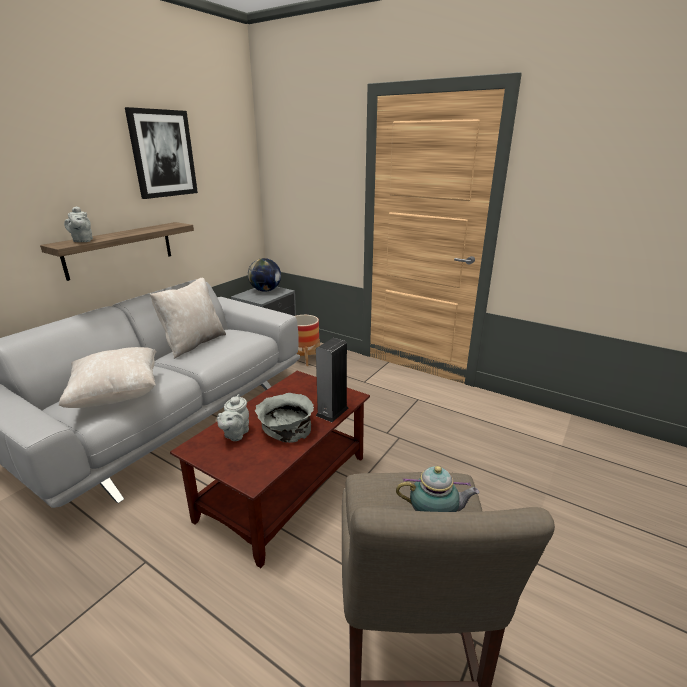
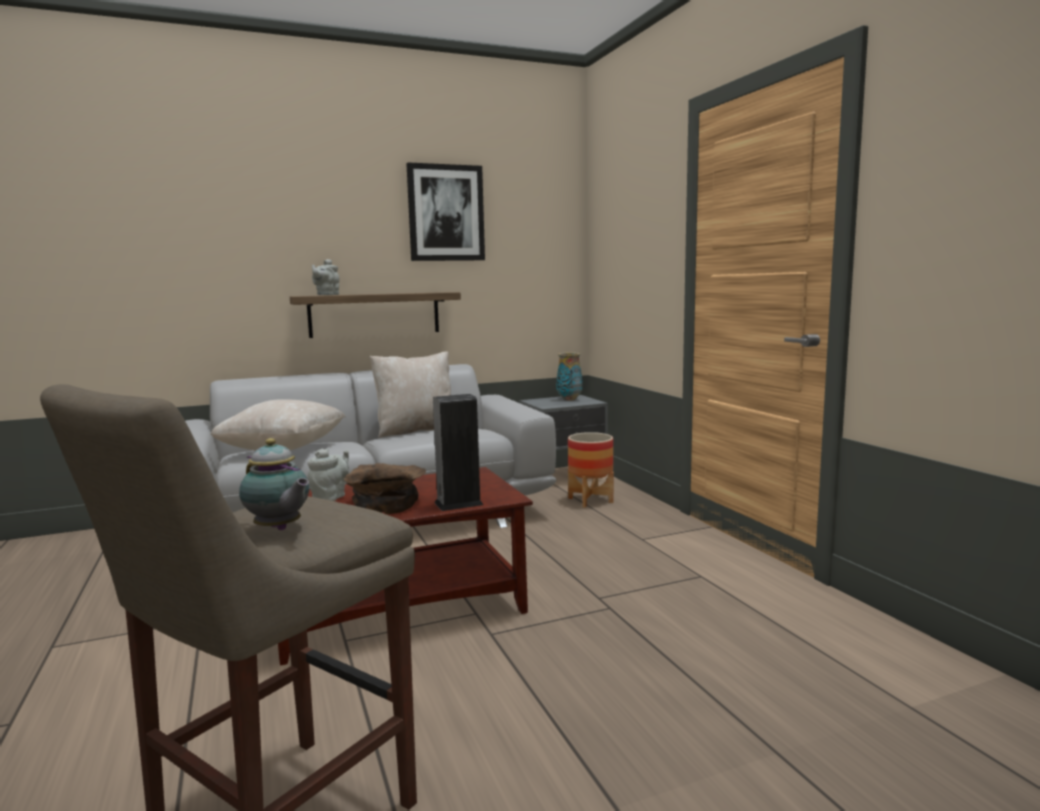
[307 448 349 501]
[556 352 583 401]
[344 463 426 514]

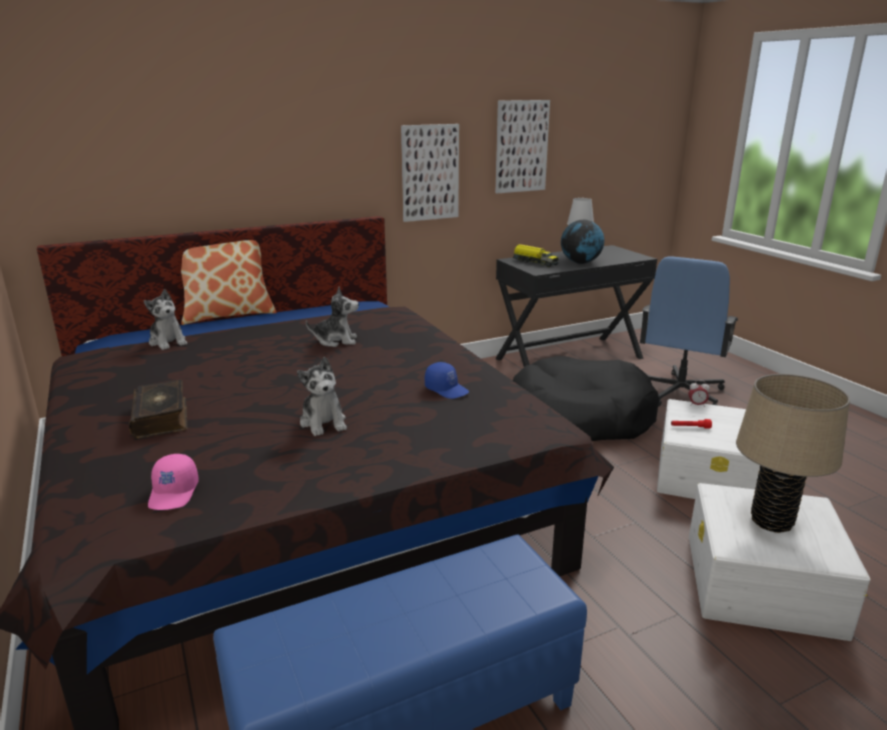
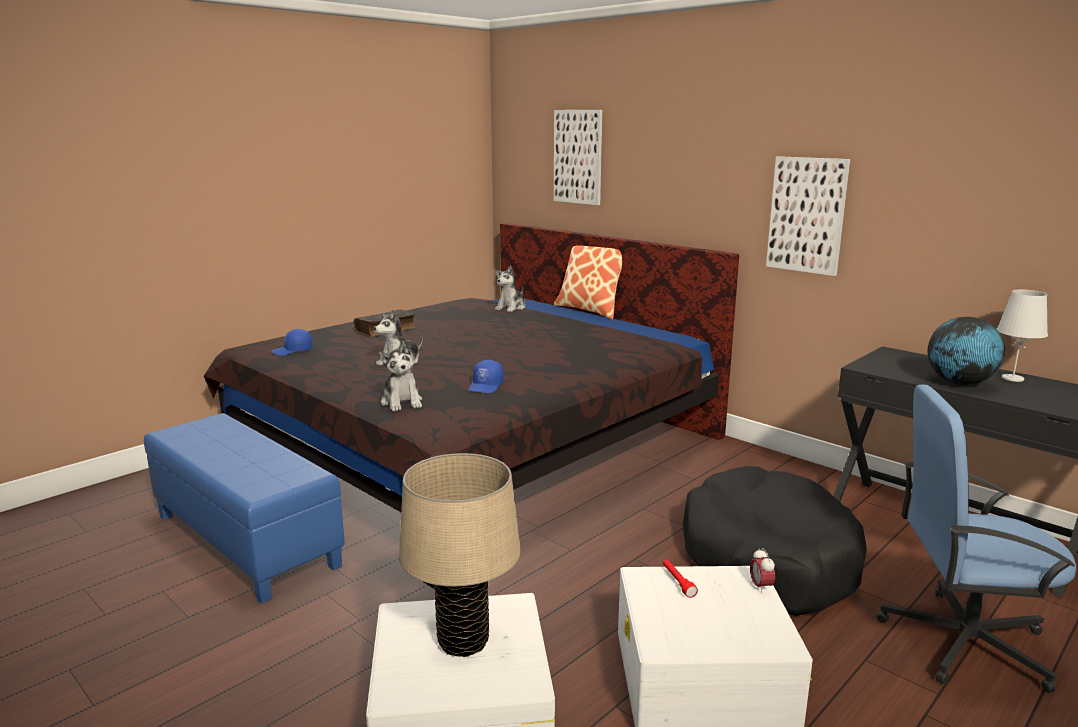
[271 329 312 356]
[379 341 422 411]
[554 110 602 205]
[512 244 559 267] (first image)

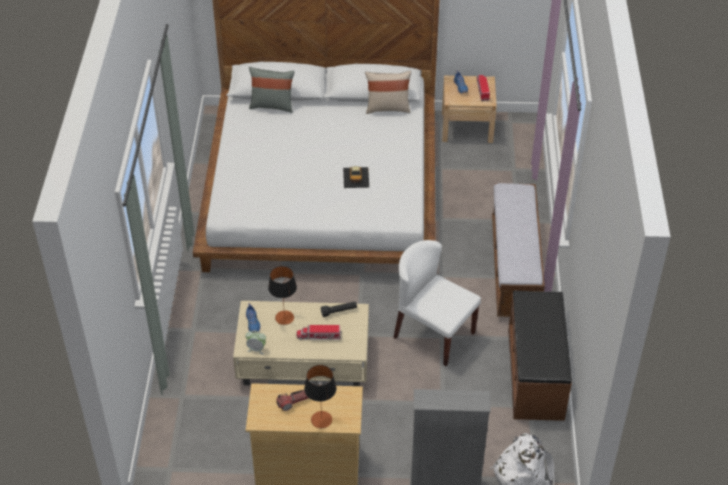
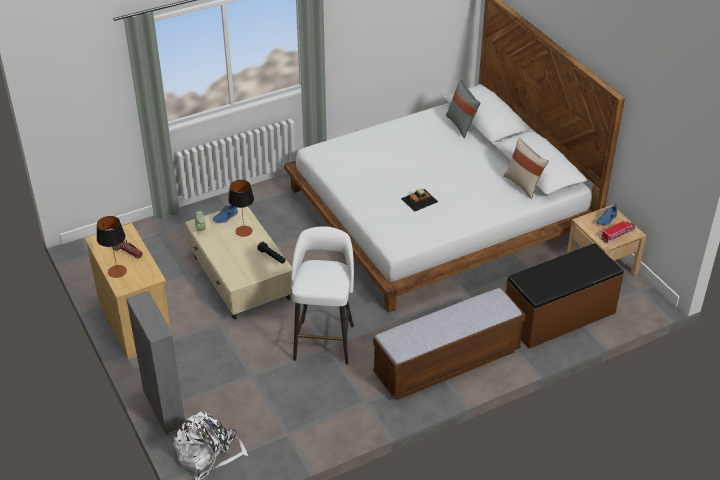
[297 325 342 340] (first image)
[291 226 354 365]
[506 243 624 349]

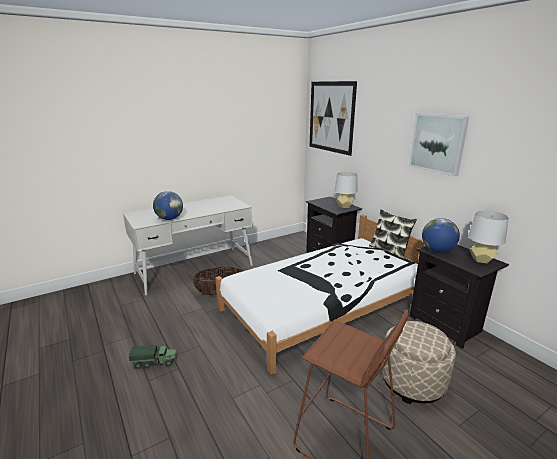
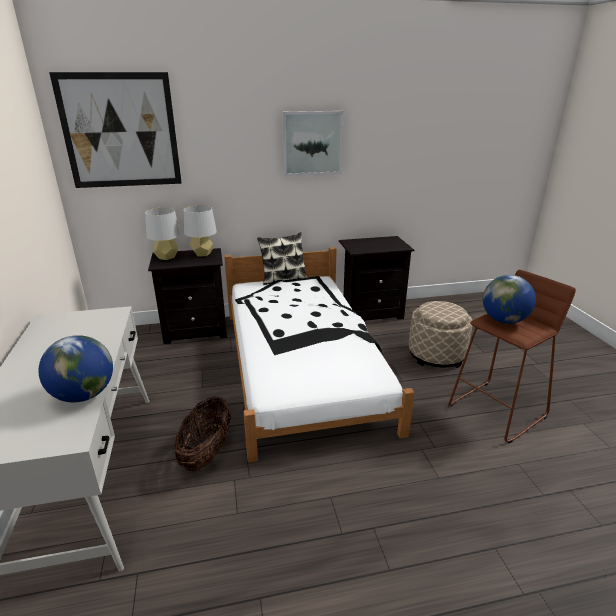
[129 345 178 369] (first image)
[483 275 536 324]
[145 208 180 260]

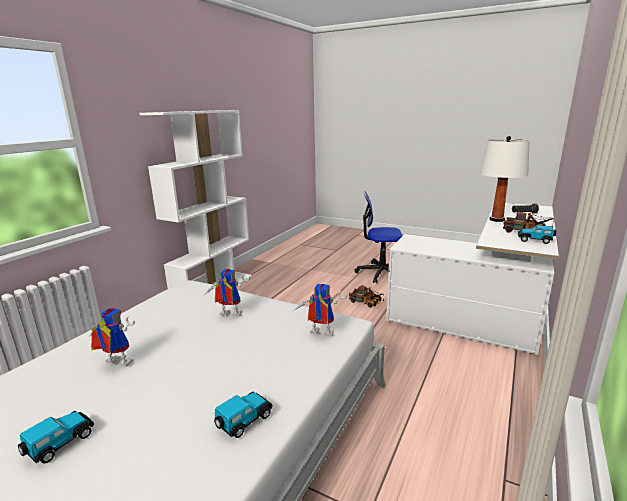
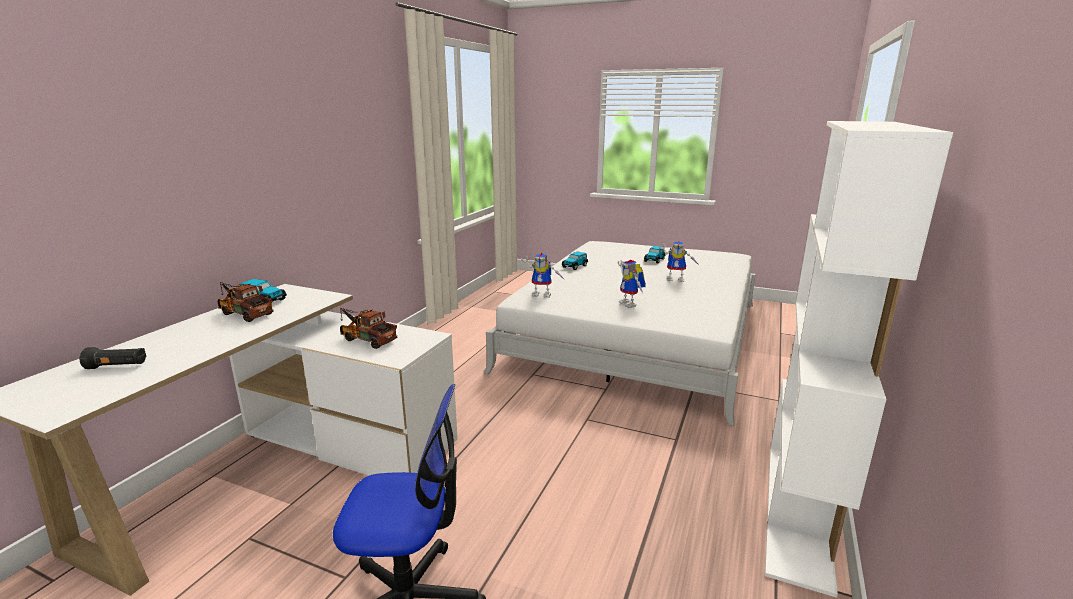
[618 260 646 308]
[340 308 397 349]
[480 136 530 222] (first image)

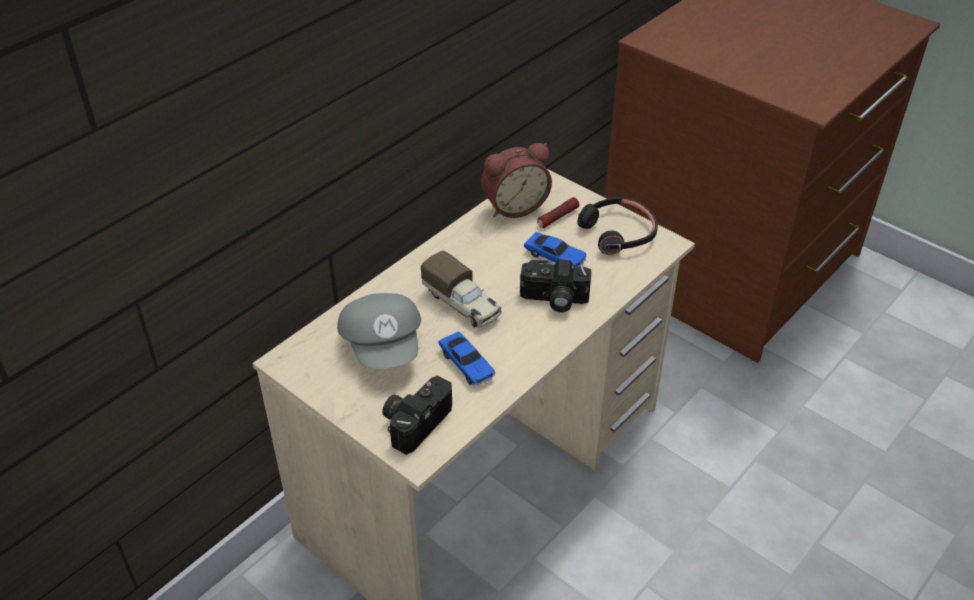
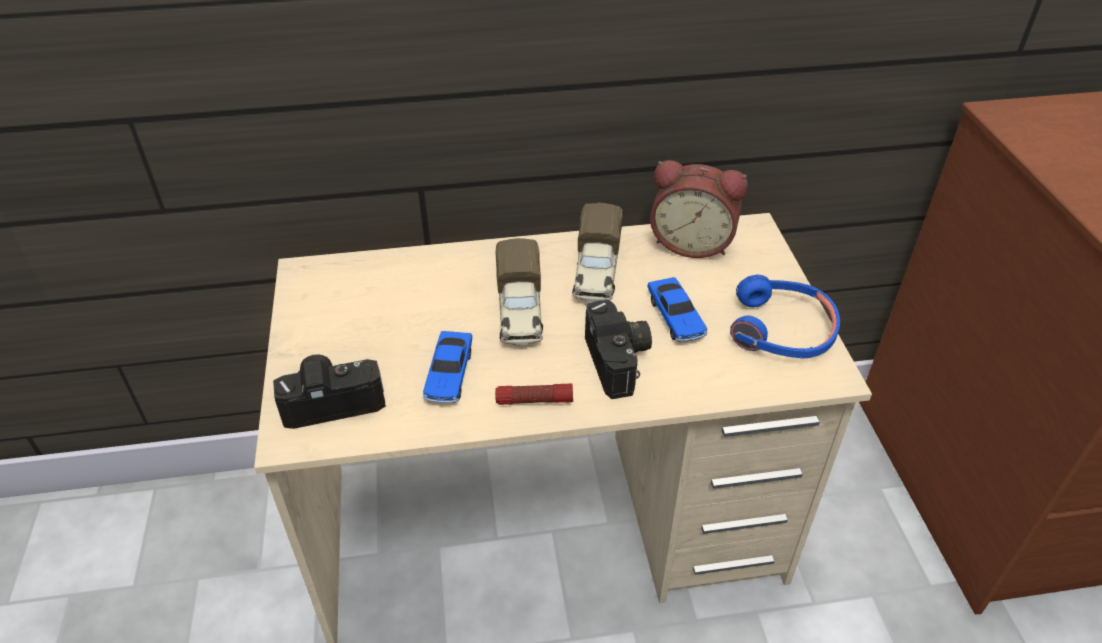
[337 293 421 369] (first image)
[585 300 652 399]
[495 383 573 405]
[730 275 840 358]
[572 203 623 302]

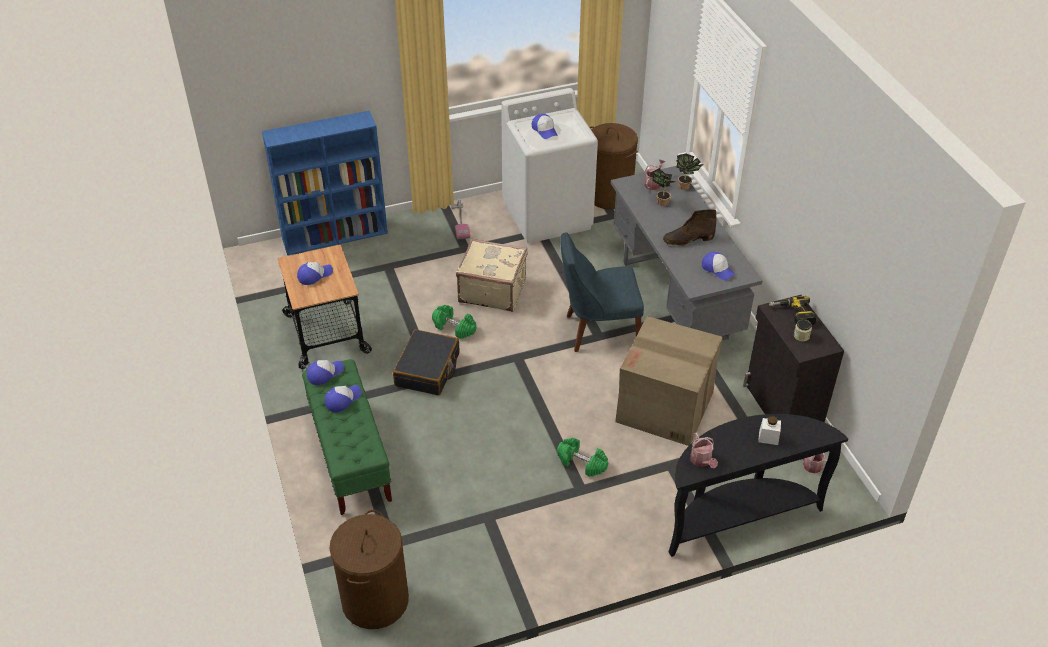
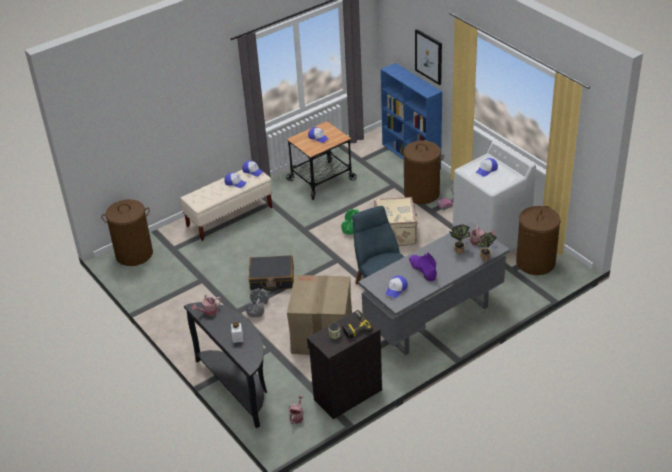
[180 170 272 241]
[249 255 294 291]
[245 288 269 318]
[409 253 437 281]
[400 140 445 204]
[415 29 442 85]

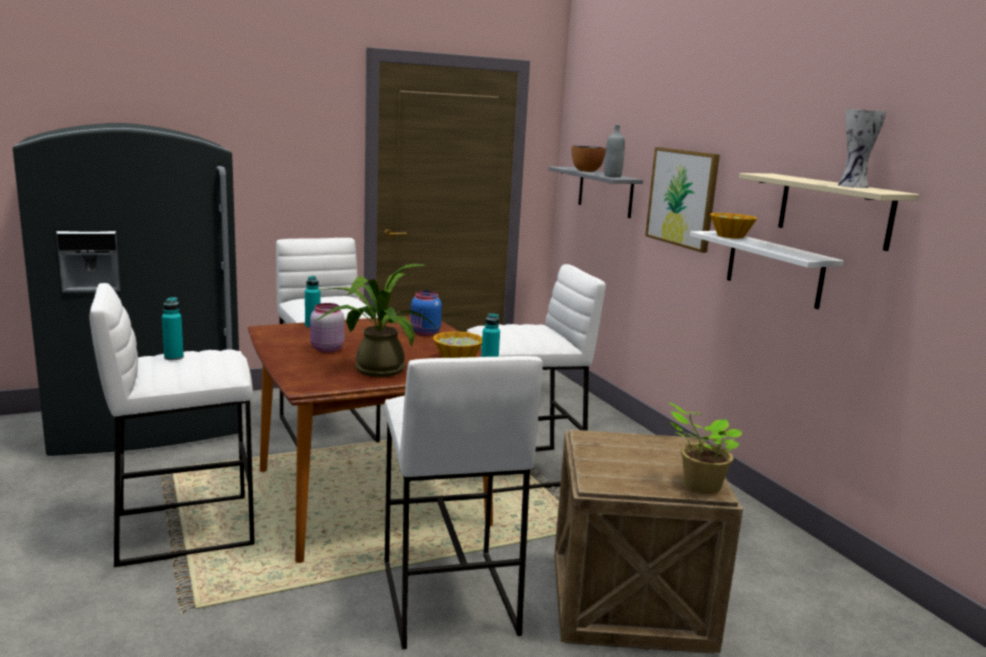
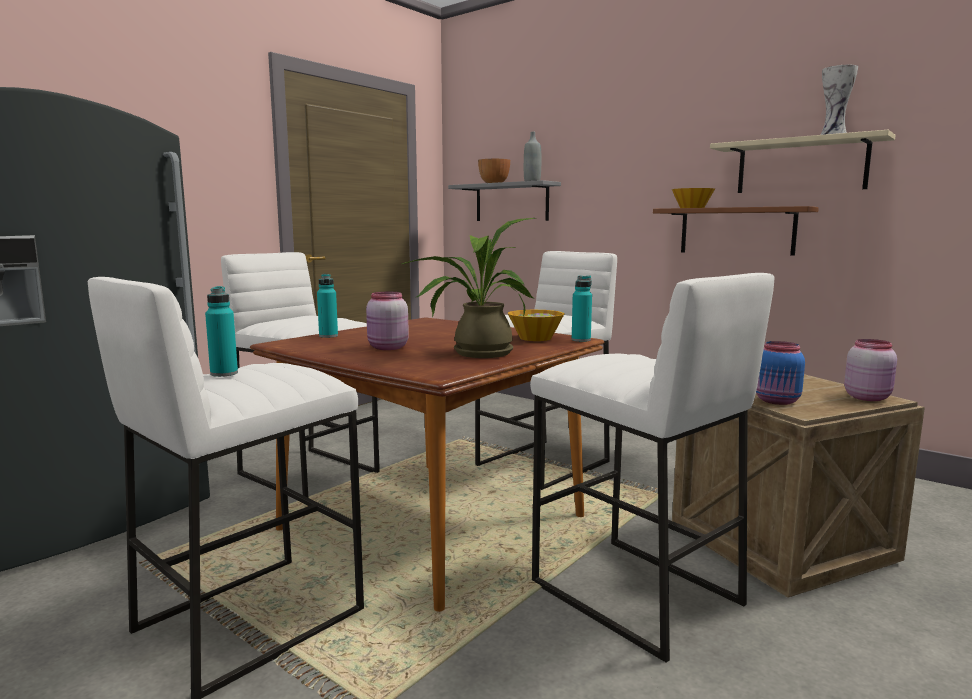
[756 341 805 405]
[645 147 720 253] (first image)
[844 339 897 401]
[653 206 819 256]

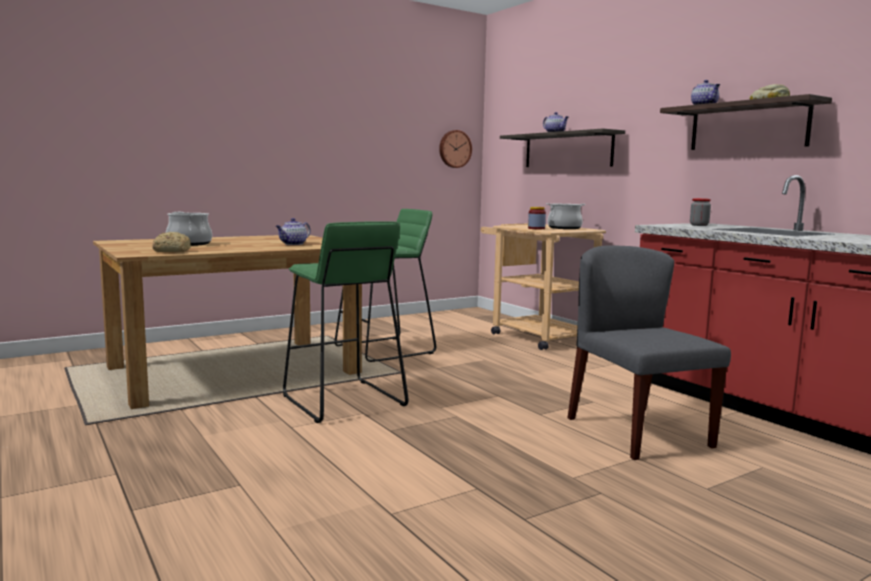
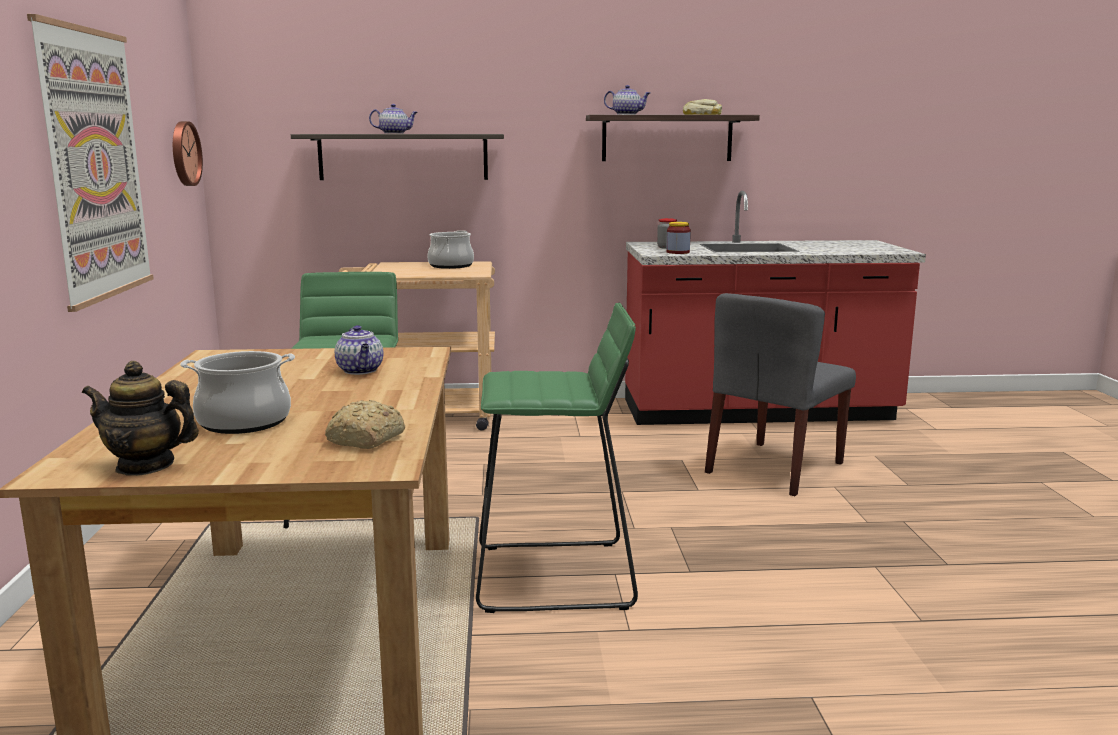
[666 222 691 254]
[705 293 856 496]
[27 14 154 312]
[82 361 199 476]

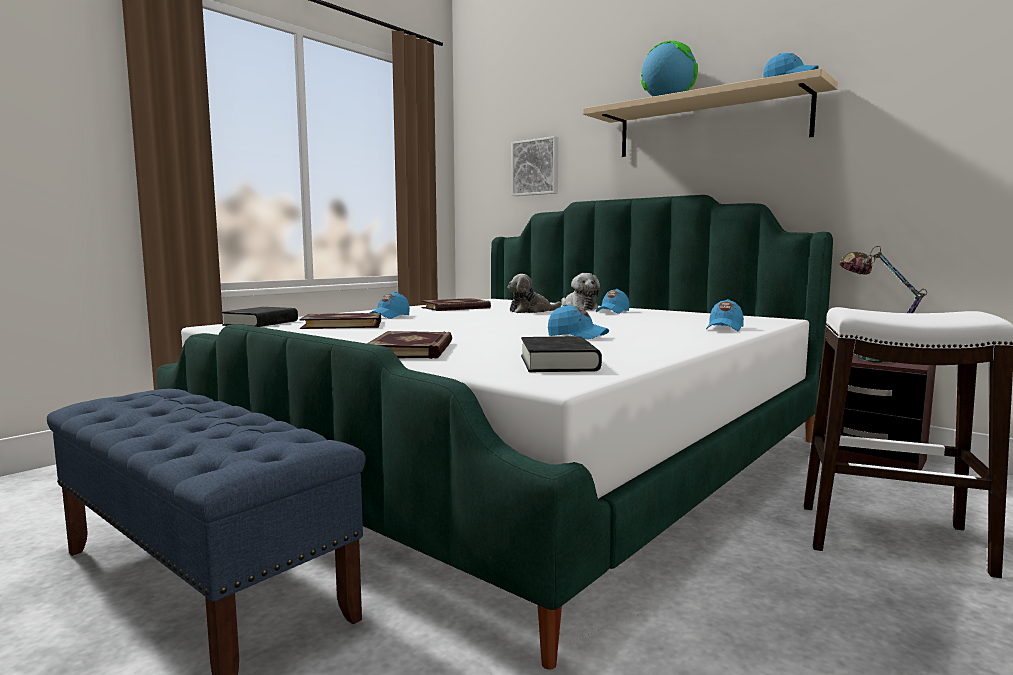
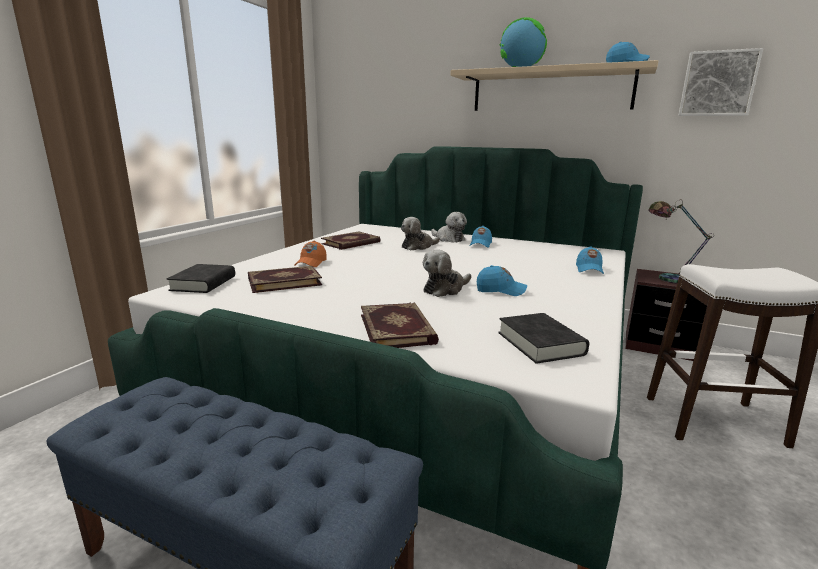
[295 241 326 267]
[678 48 763 116]
[423 249 471 297]

